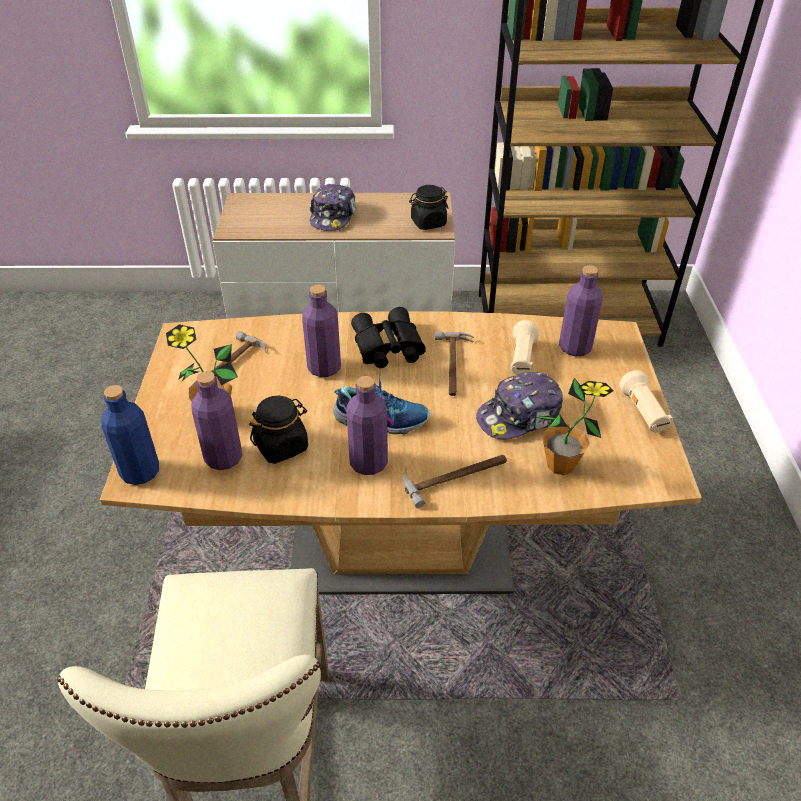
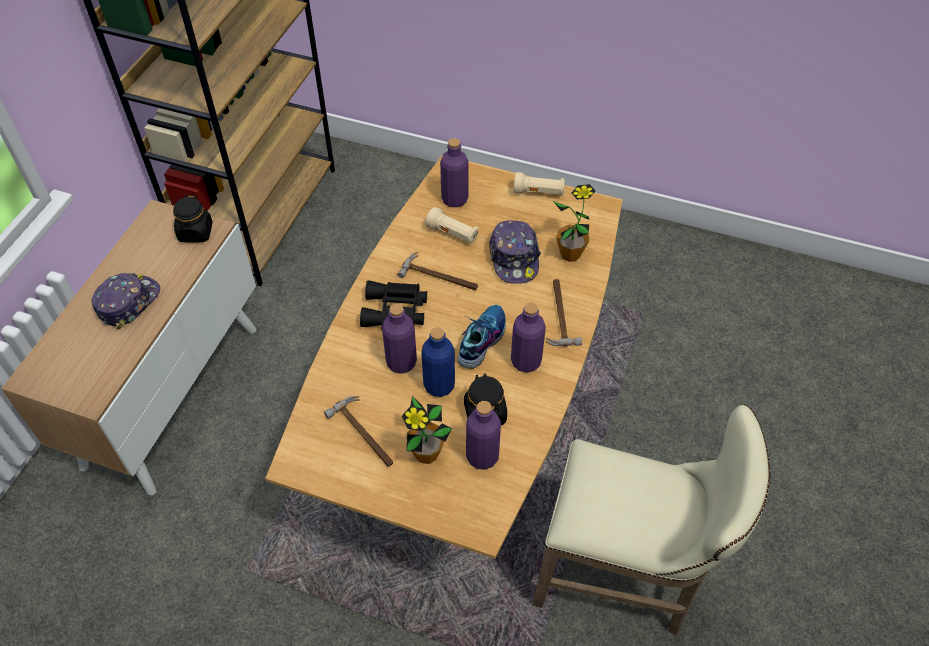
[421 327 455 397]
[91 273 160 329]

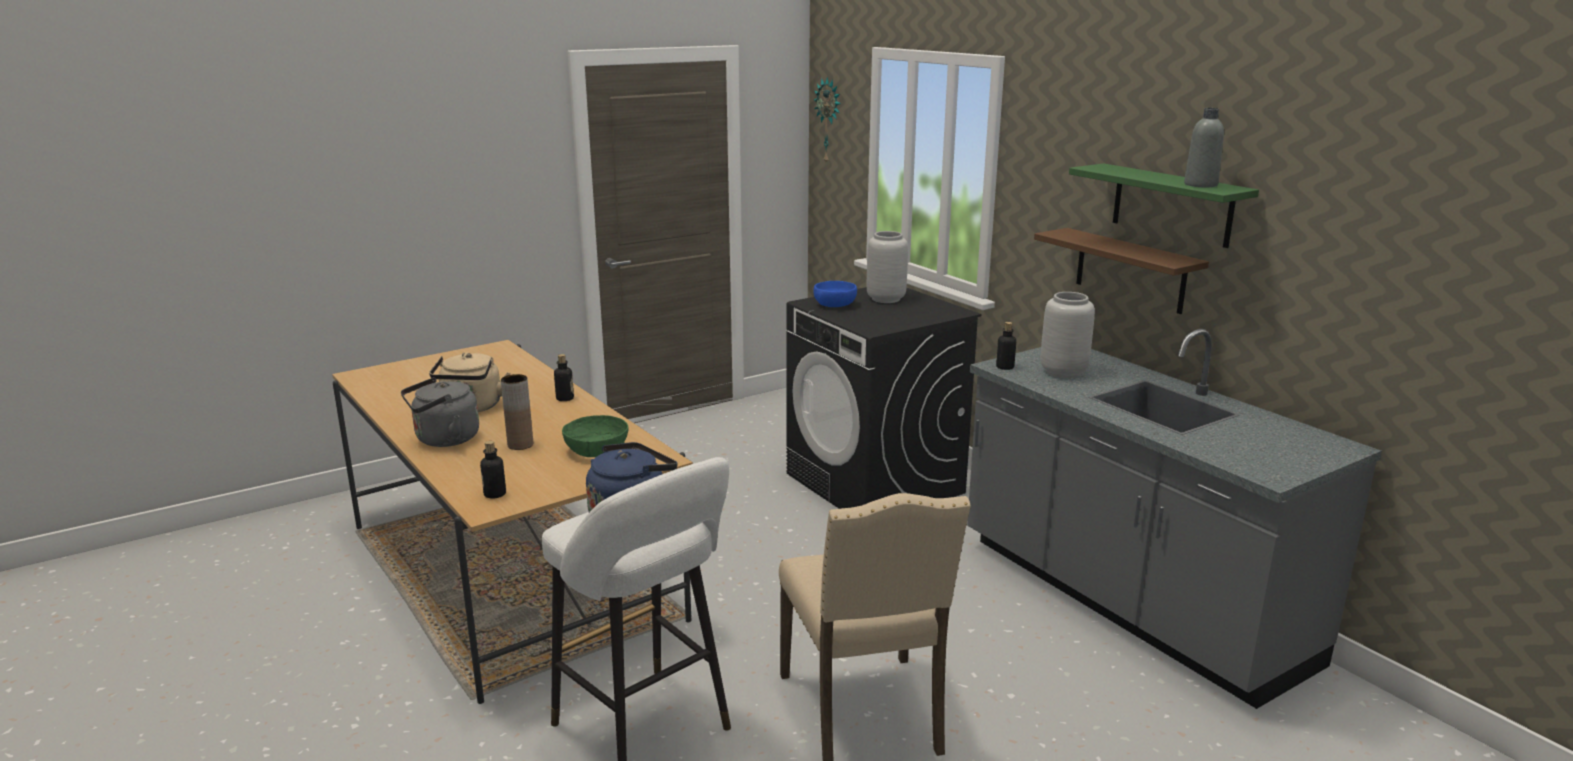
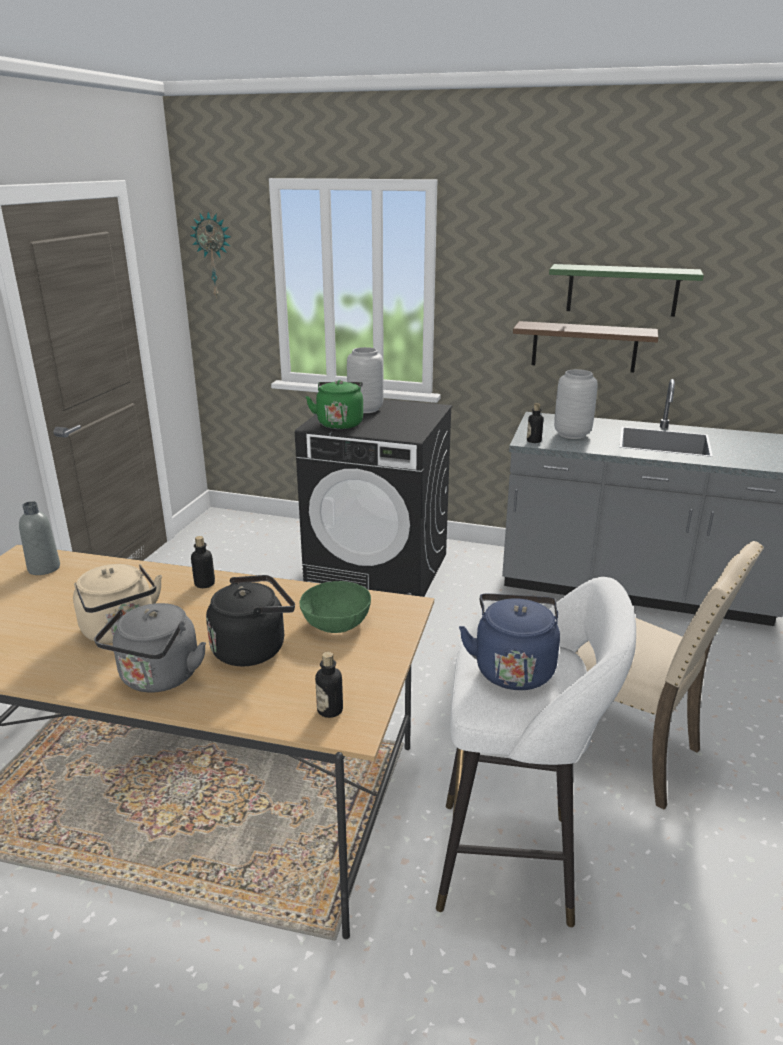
[206 575 295 666]
[306 380 363 429]
[19 501 60 575]

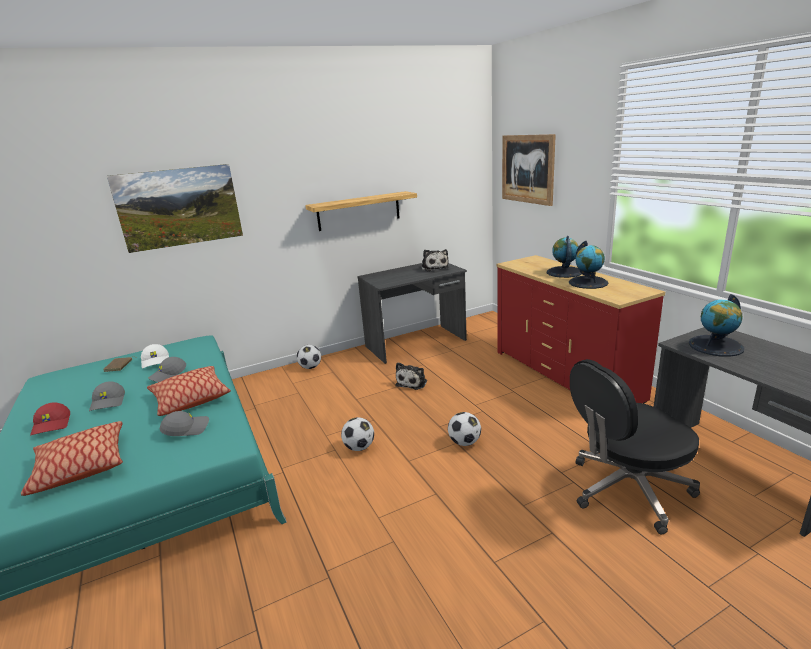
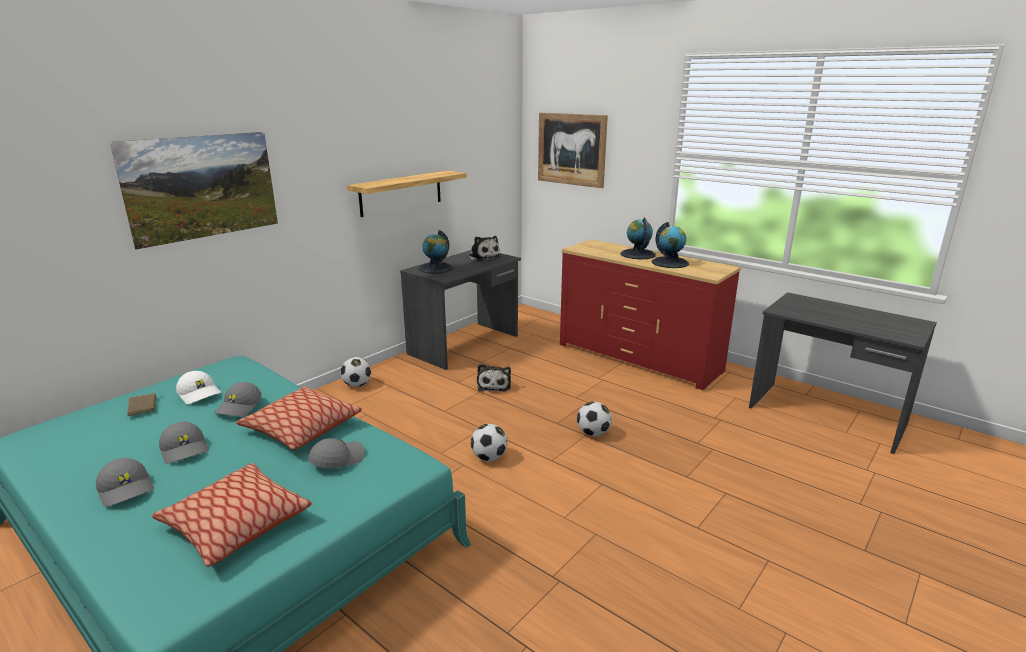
[96 458 154 507]
[570 359 700 534] (first image)
[419 230 453 274]

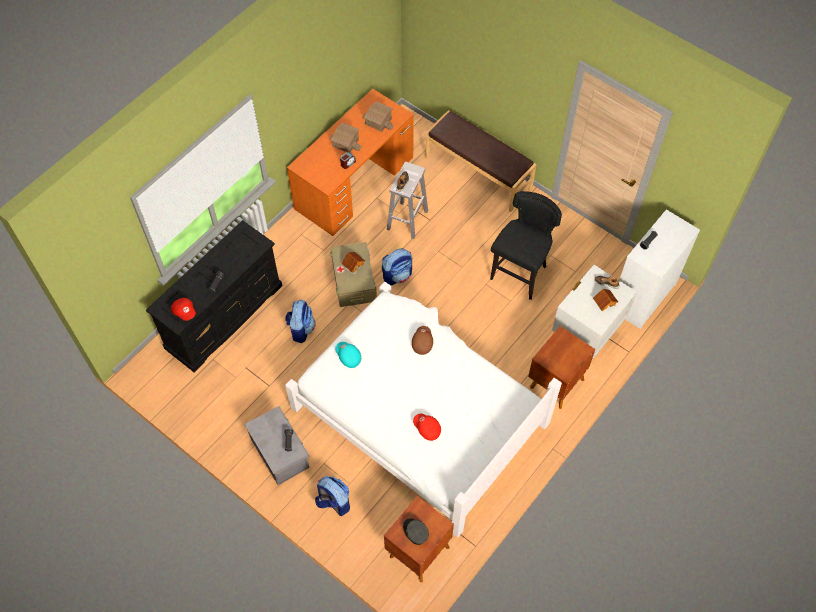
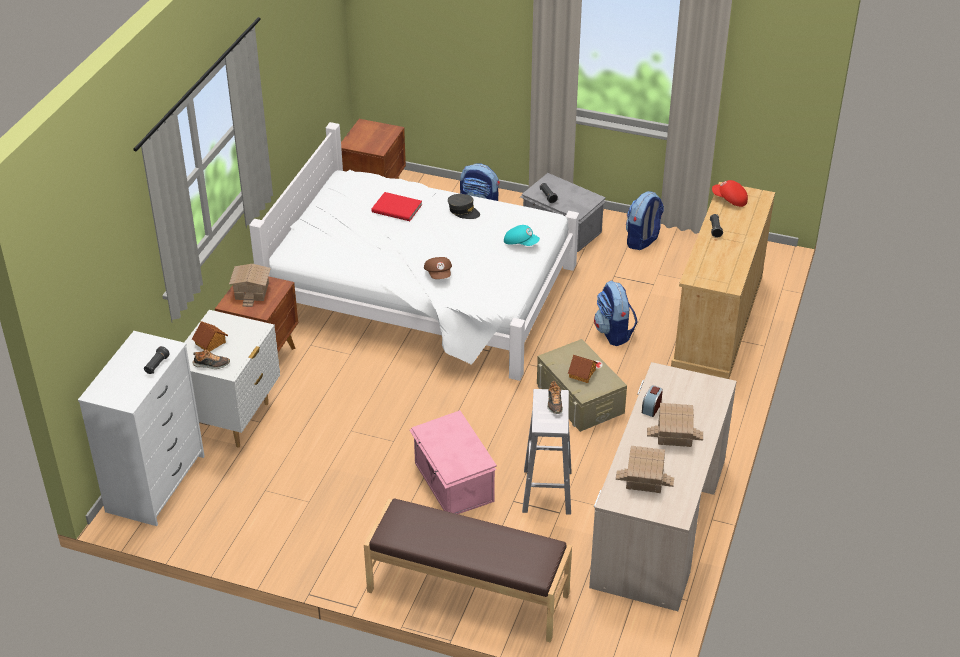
[671 182 775 379]
[589 362 737 611]
[626 191 664 250]
[448 194 480 219]
[371 192 422 221]
[490 191 562 300] (first image)
[229 264 271 307]
[409 410 497 514]

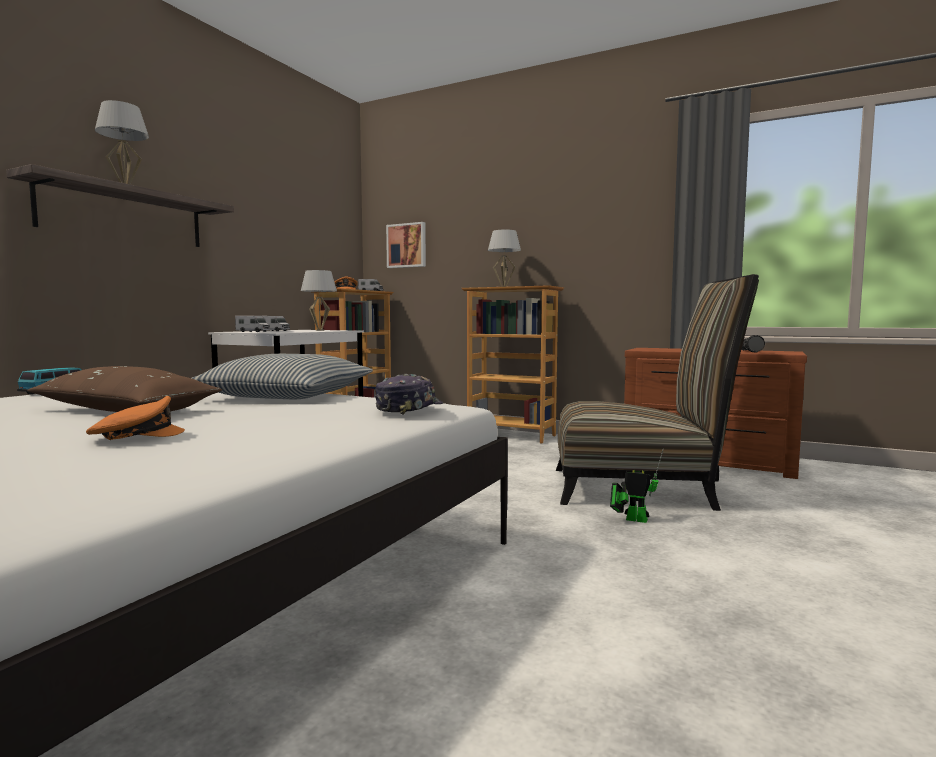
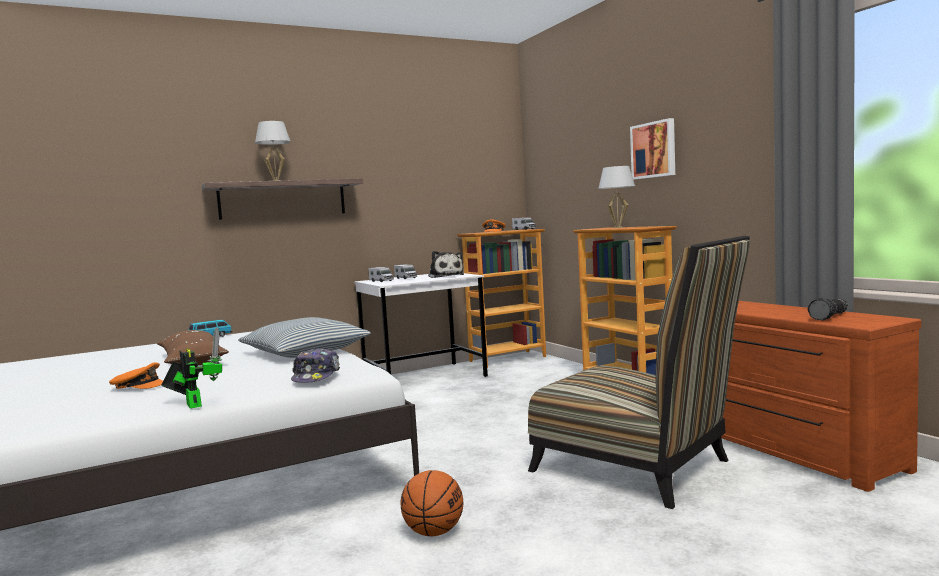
[428 251 464 278]
[291 348 340 383]
[630 118 675 180]
[162 327 222 409]
[401 470 463 536]

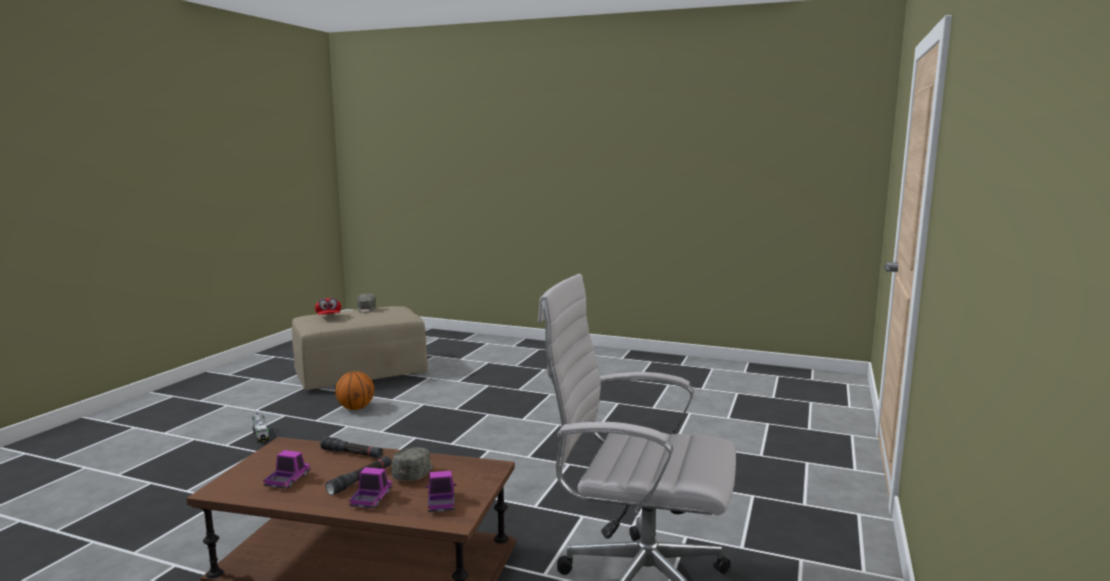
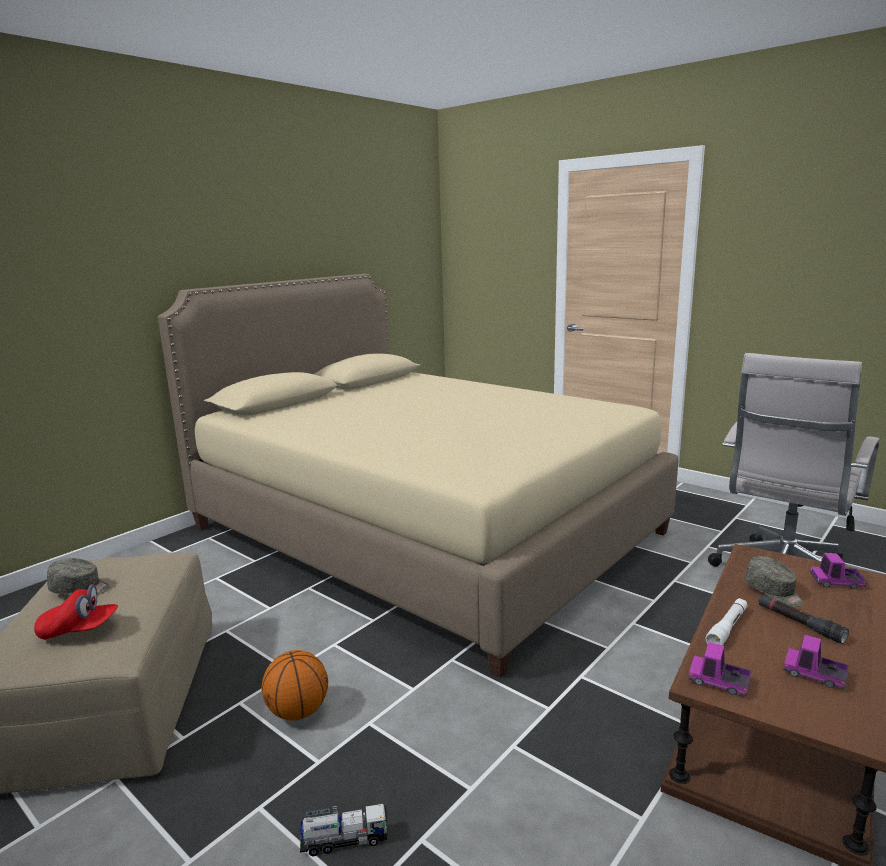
[706 598 748 645]
[688 642 751 696]
[744 556 804 607]
[158 274 679 678]

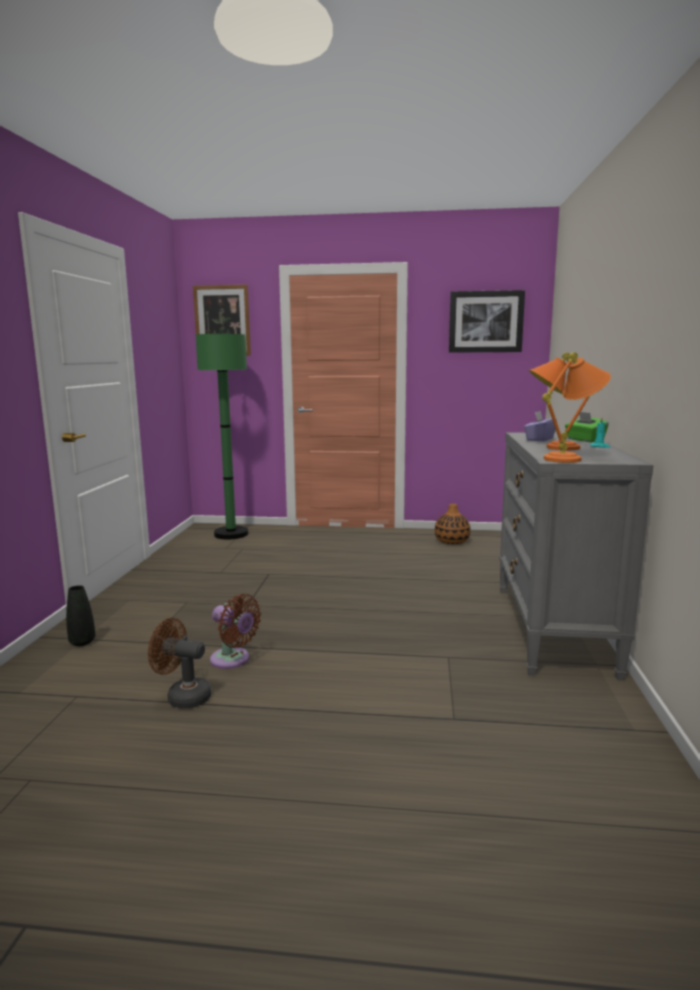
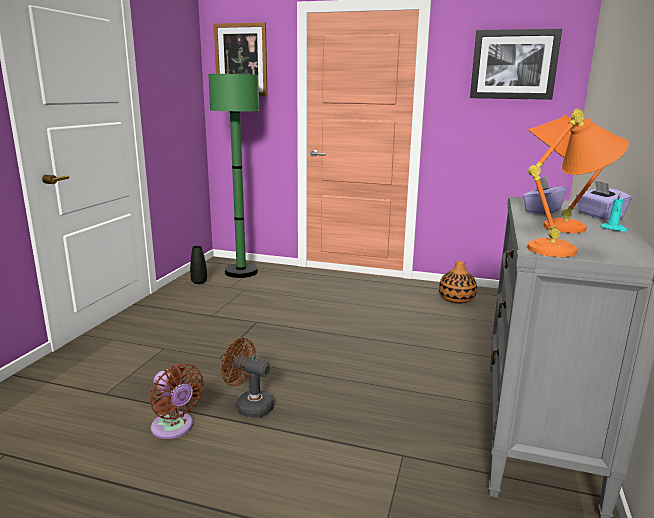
[190 246 207 284]
[221 338 274 418]
[576 180 632 220]

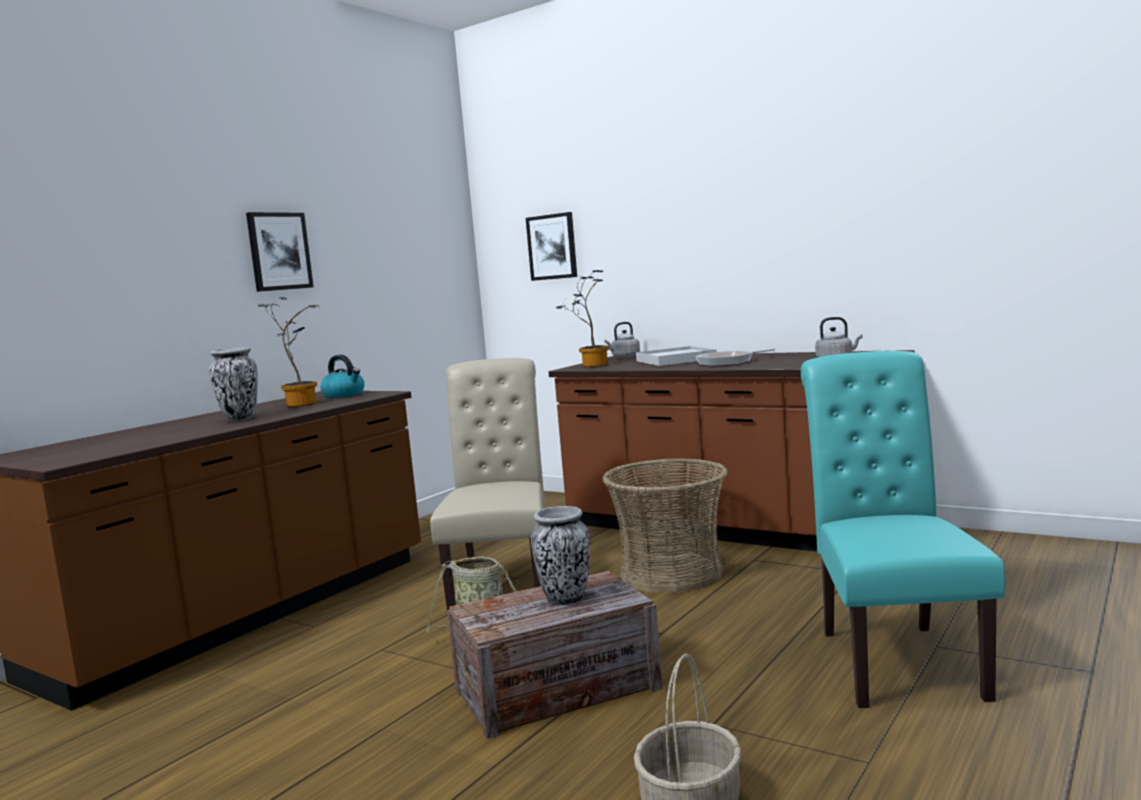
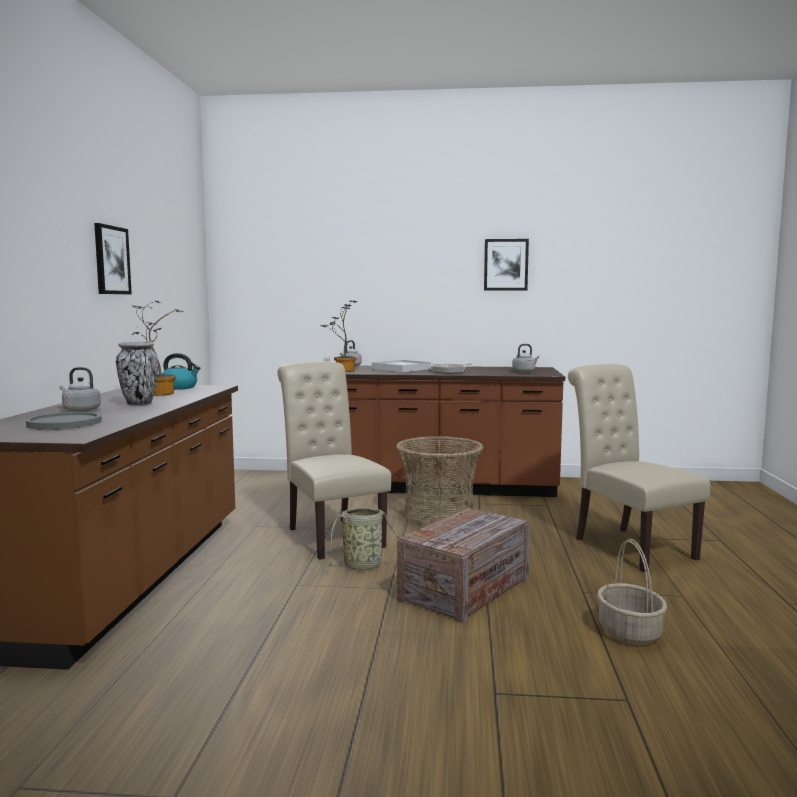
[484 239 529 291]
[531 506 590 605] (first image)
[568 364 710 572]
[26 412 102 430]
[59 367 101 412]

